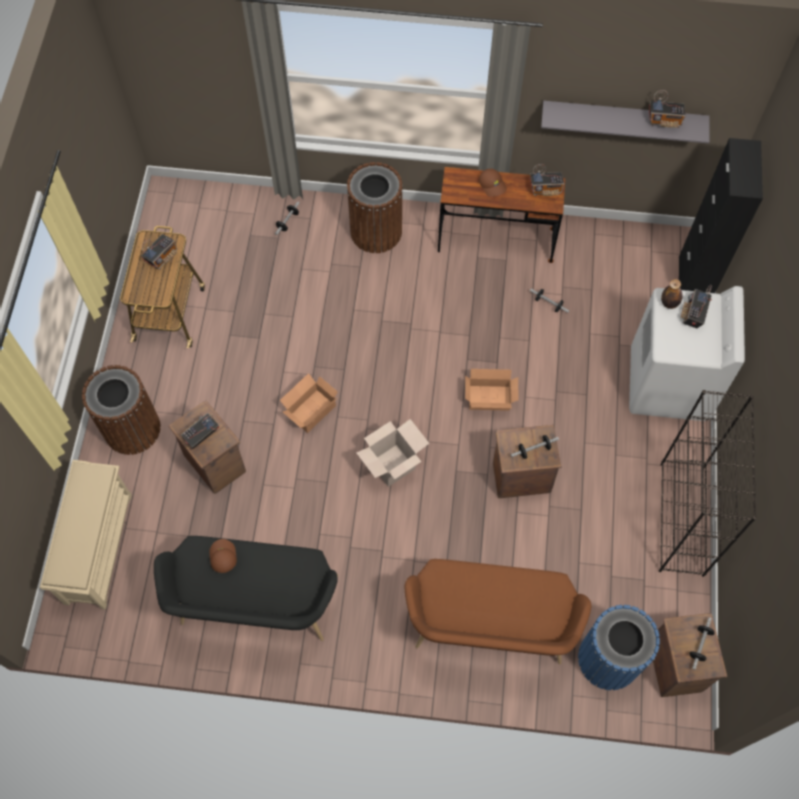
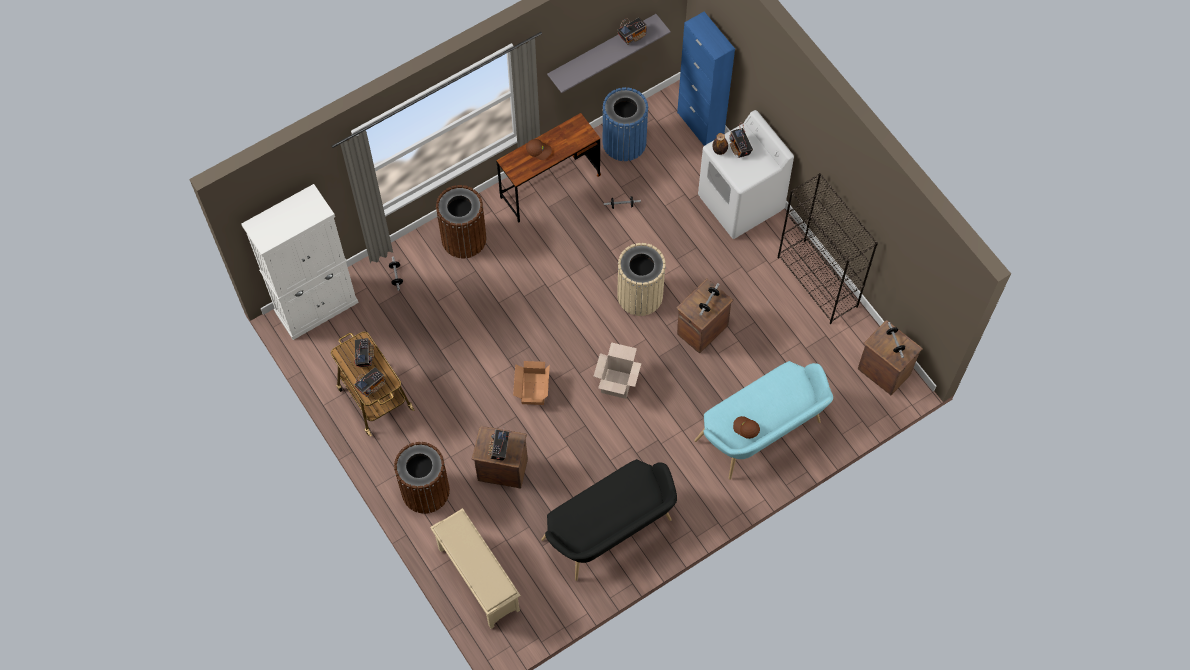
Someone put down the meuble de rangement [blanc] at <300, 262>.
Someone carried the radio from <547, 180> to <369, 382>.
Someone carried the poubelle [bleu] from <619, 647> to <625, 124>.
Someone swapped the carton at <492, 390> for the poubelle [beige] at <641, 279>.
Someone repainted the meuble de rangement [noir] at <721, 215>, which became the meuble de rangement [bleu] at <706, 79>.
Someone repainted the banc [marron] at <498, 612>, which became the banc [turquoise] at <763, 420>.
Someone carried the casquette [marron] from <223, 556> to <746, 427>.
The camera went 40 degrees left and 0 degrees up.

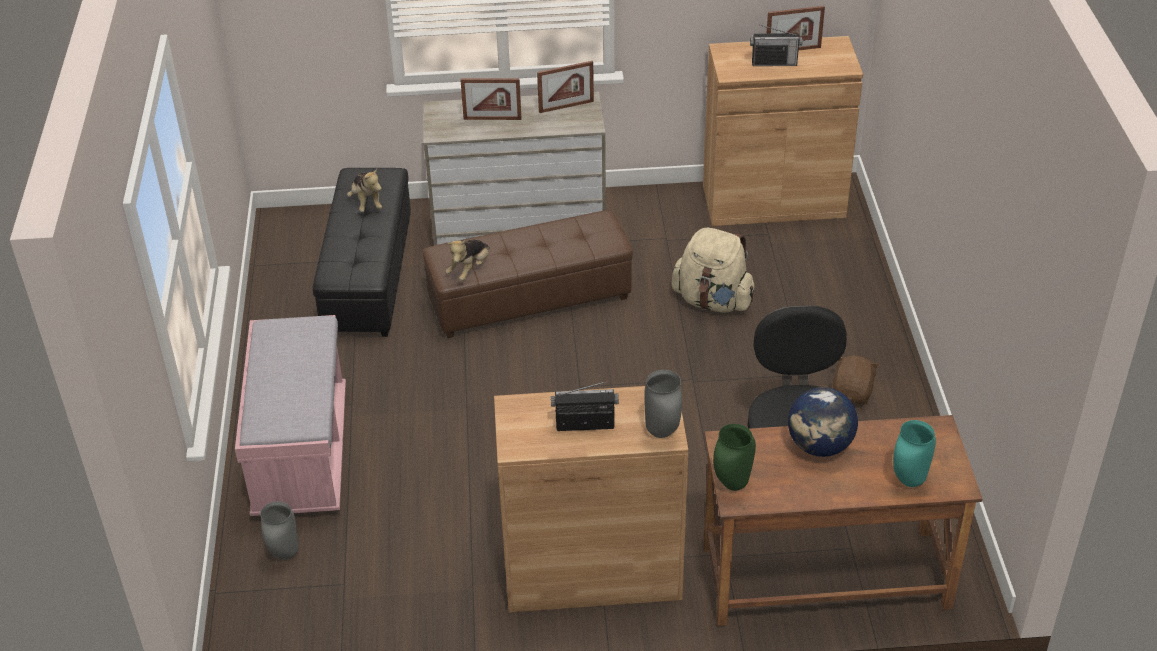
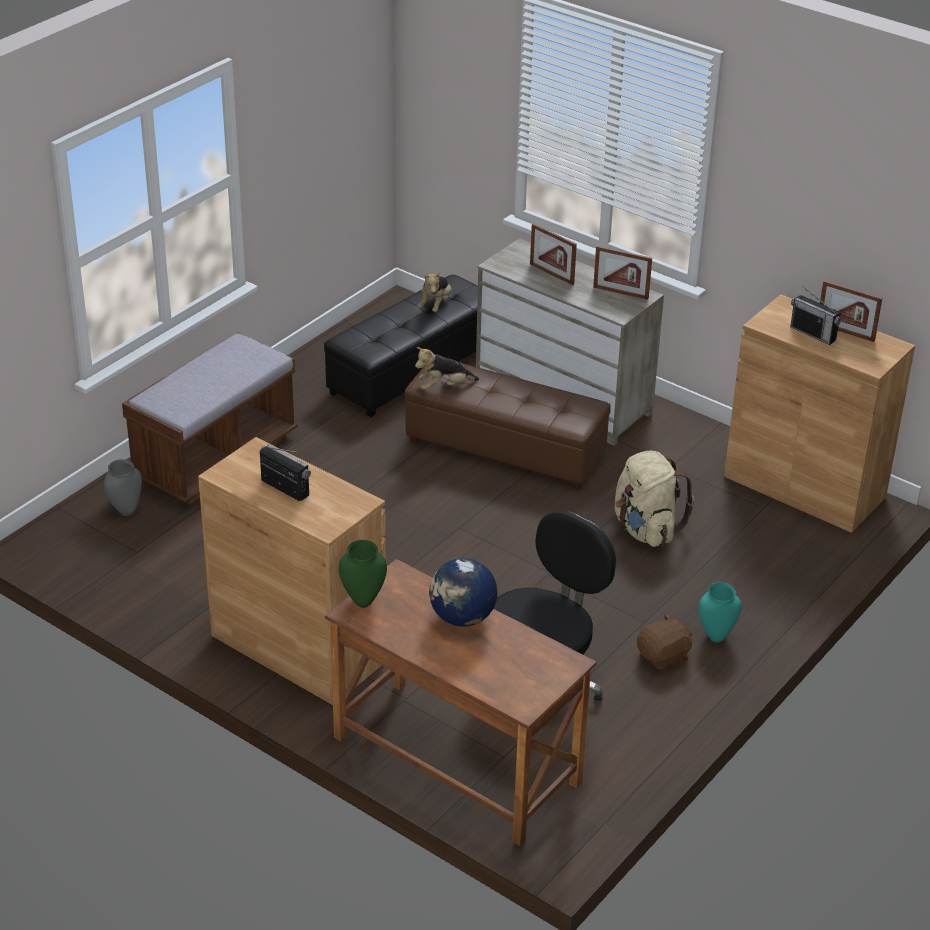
Someone repainted the banc [rose] at <290, 415>, which became the banc [marron] at <210, 418>.
Someone carried the vase [turquoise] from <914, 453> to <719, 612>.
Someone took away the vase [gris] at <663, 404>.
The camera went 40 degrees right and 5 degrees down.

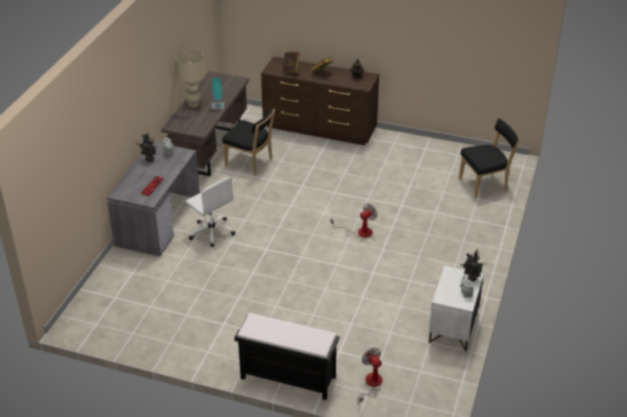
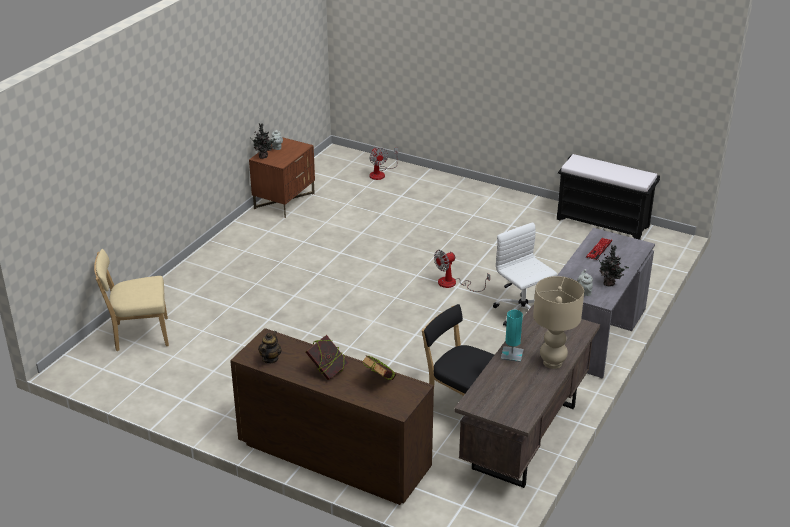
Someone repainted the chaise [noir] at <489, 158>, which became the chaise [beige] at <131, 300>.
Someone repainted the table de chevet [blanc] at <456, 308>, which became the table de chevet [marron] at <282, 177>.
Someone carried the ventilateur from <353, 221> to <462, 271>.
Someone carried the banc [noir] from <287, 356> to <608, 197>.
The camera went 170 degrees left and 5 degrees down.

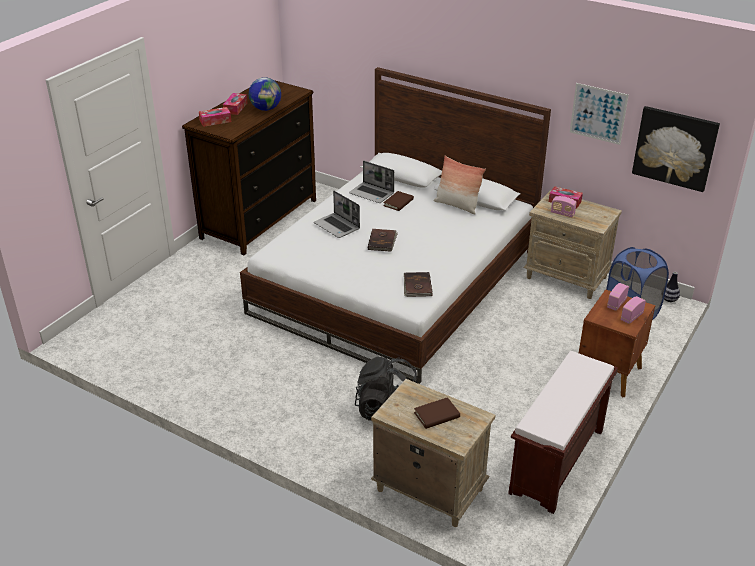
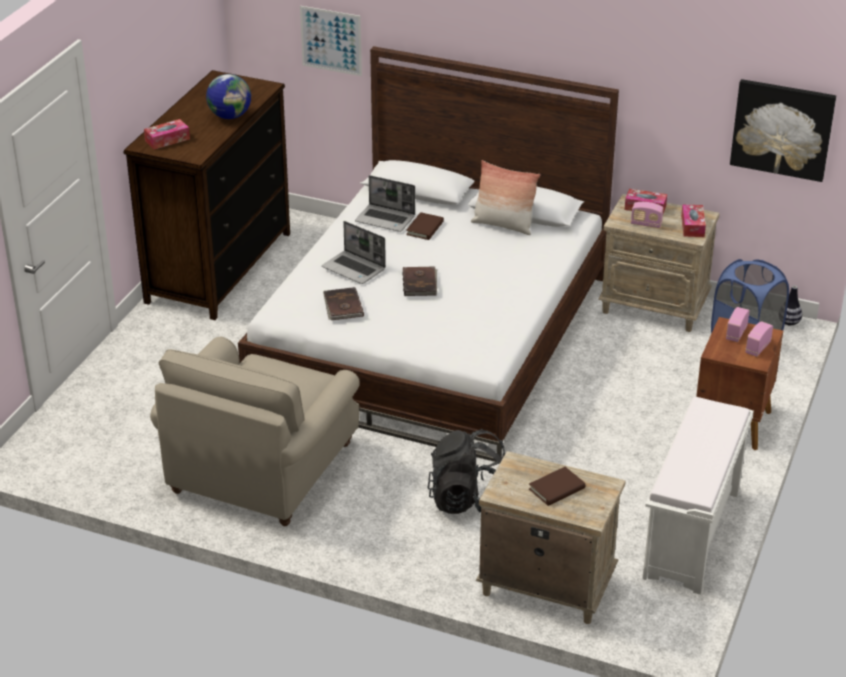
Someone put down the fauteuil [beige] at <255, 431>.
Someone carried the tableau from <599, 114> to <331, 41>.
Someone carried the livre [marron] from <418, 284> to <343, 303>.
Someone repainted the banc [marron] at <563, 432>, which became the banc [blanc] at <698, 496>.
Someone carried the boîte à mouchoirs from <235, 104> to <693, 220>.
The camera went 10 degrees left and 0 degrees up.

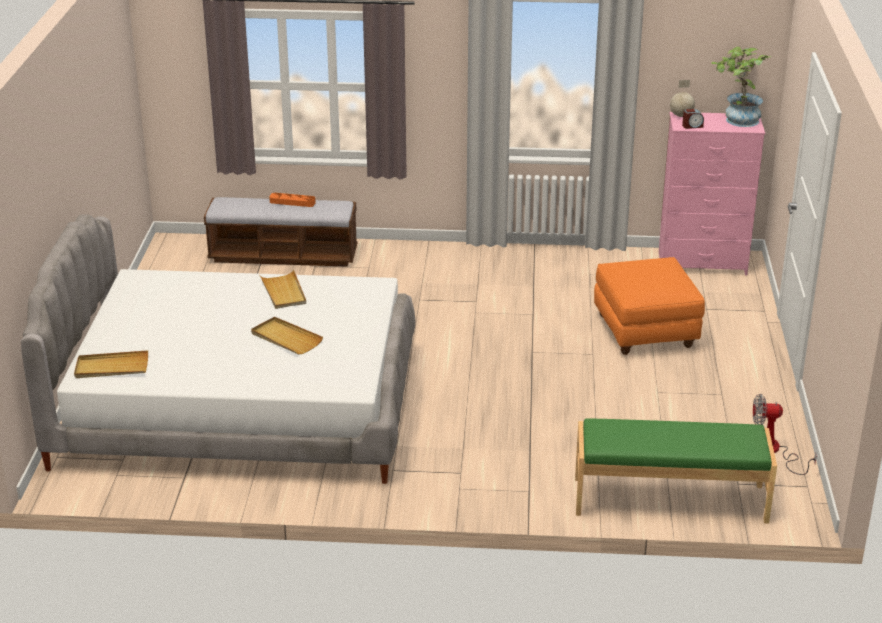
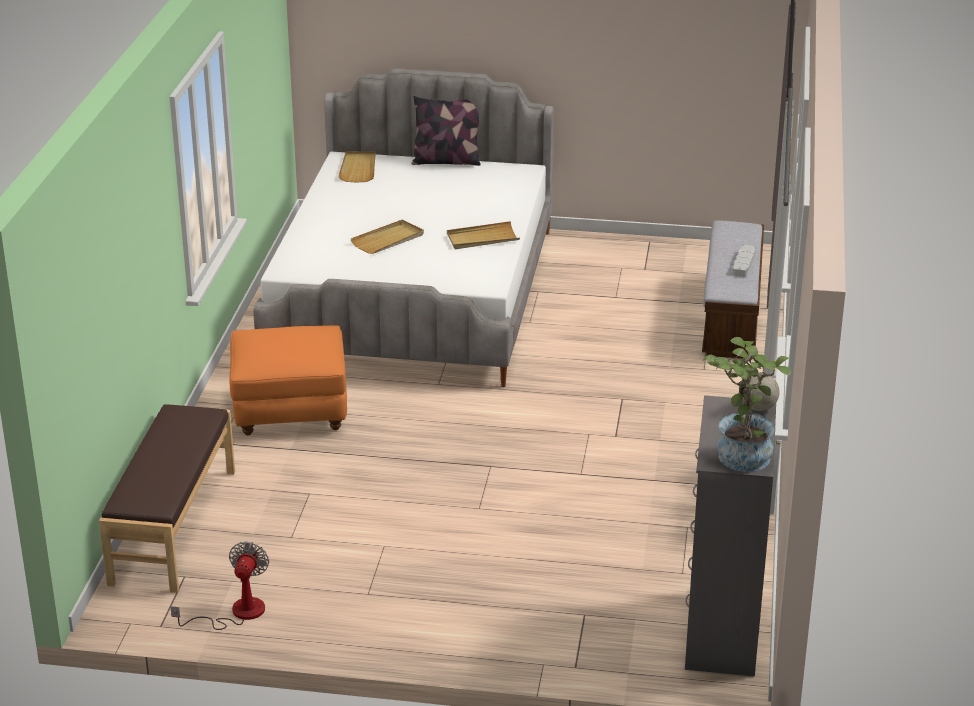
Someone repainted the banc [vert] at <676, 470>, which became the banc [marron] at <167, 498>.
Someone carried the pouf [orange] from <649, 306> to <288, 380>.
Someone put down the coussin at <446, 131>.
Someone repainted the commode [rose] at <712, 193>, which became the commode [gris] at <732, 536>.
Someone repainted the plateau [orange] at <292, 200>, which became the plateau [gris] at <744, 261>.
Someone took away the réveil at <693, 119>.
The camera went 95 degrees right and 0 degrees up.

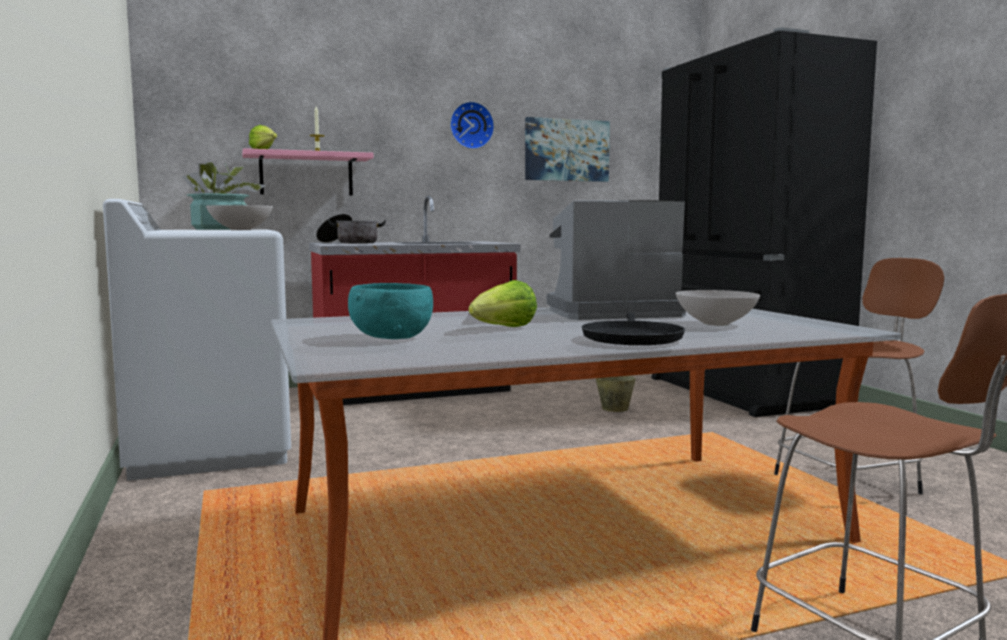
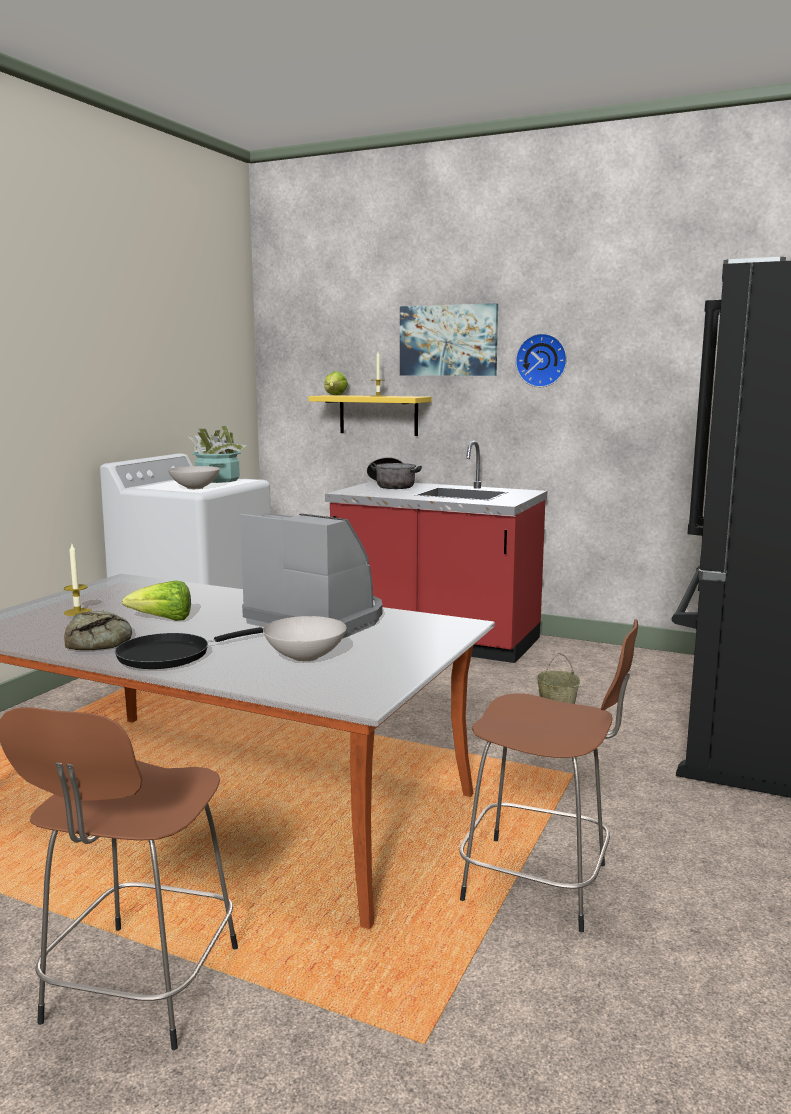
Someone swapped the bol [turquoise] at <390, 311> for the bougie at <77, 580>.
Someone put down the pain at <98, 630>.
Someone repainted the étagère [rose] at <308, 172>, which became the étagère [jaune] at <370, 415>.
Someone carried the tableau from <567, 149> to <449, 339>.
The camera went 45 degrees right and 5 degrees up.

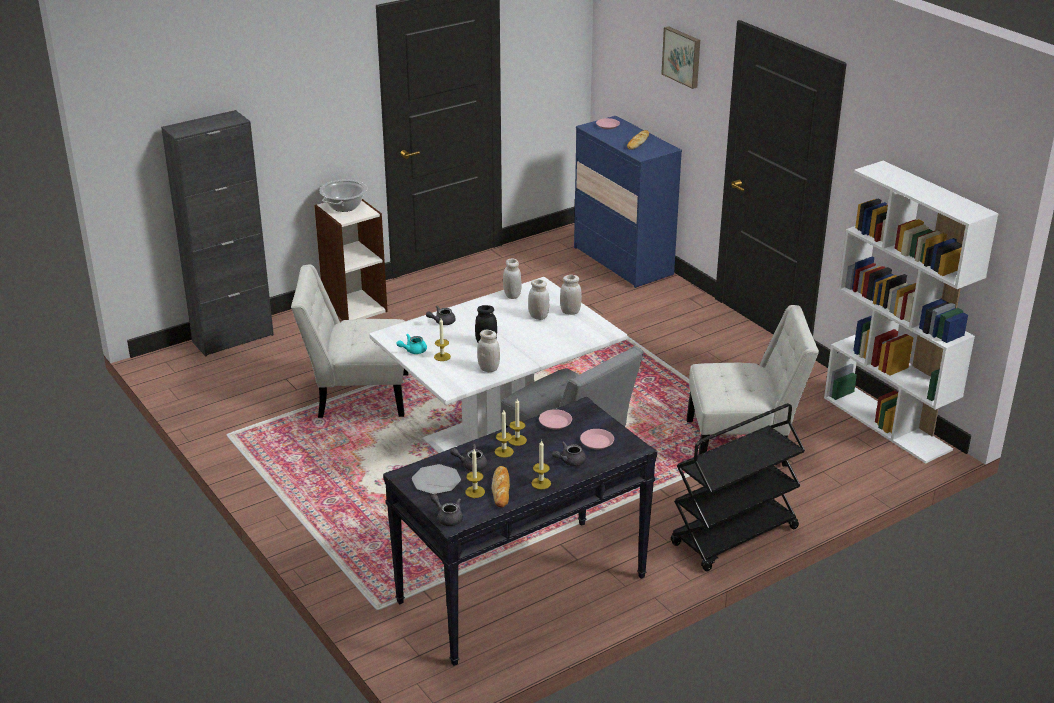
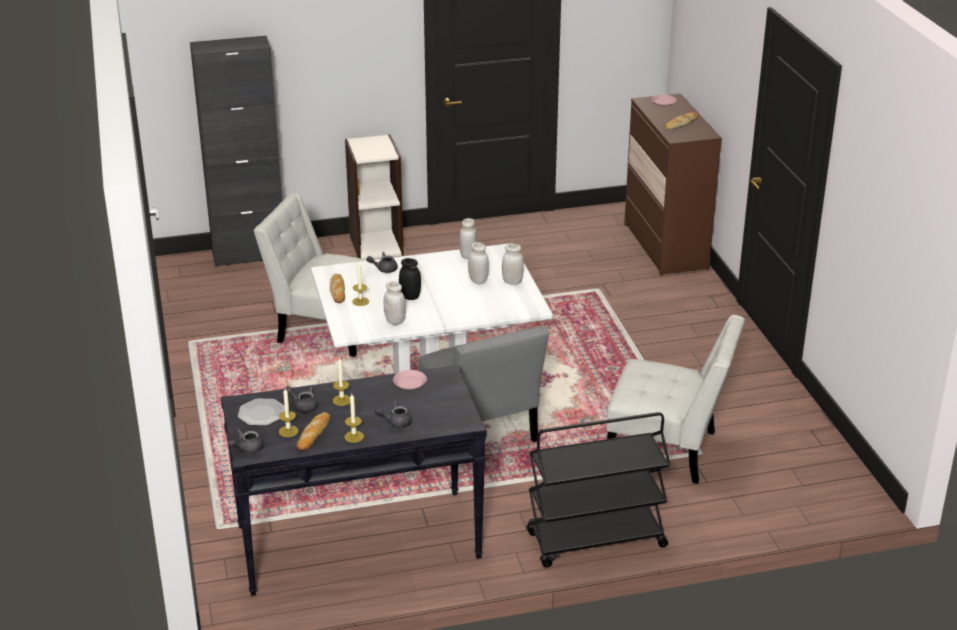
Someone rotated the théière [gris] at <446, 510> by 105 degrees counterclockwise.
Someone swapped the théière [turquoise] at <411, 344> for the pain at <337, 288>.
Someone repainted the commode [bleu] at <628, 202>, which became the commode [marron] at <673, 184>.
Someone took away the marmite at <343, 195>.
Someone took away the bougie at <517, 422>.
Someone took away the assiette [rose] at <597, 439>.
Someone took away the tableau at <680, 57>.
Someone took away the bibliothèque [blanc] at <911, 312>.
The camera went 20 degrees right and 0 degrees up.

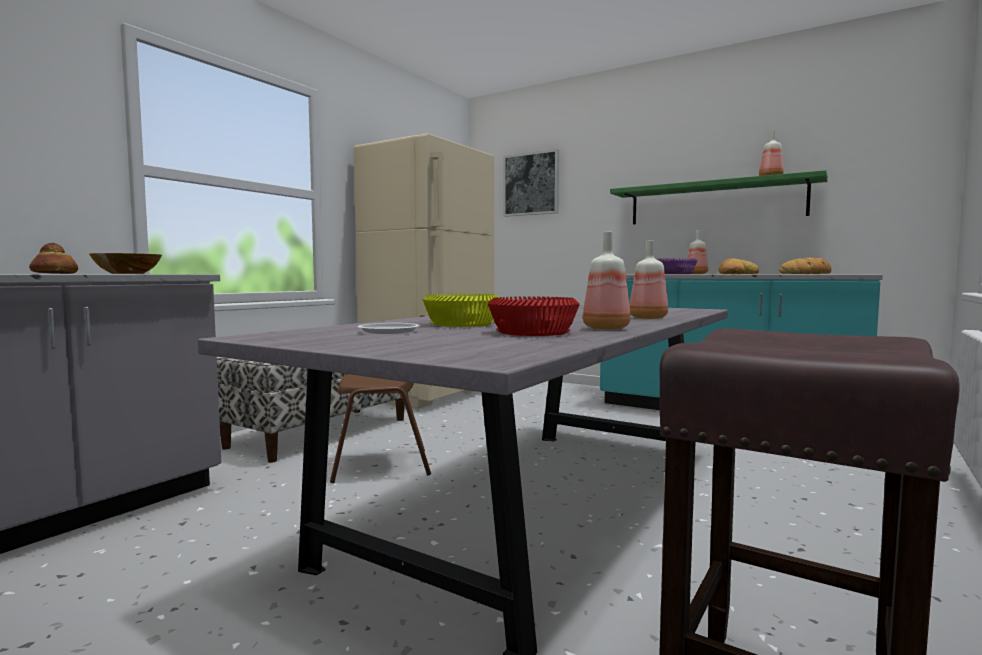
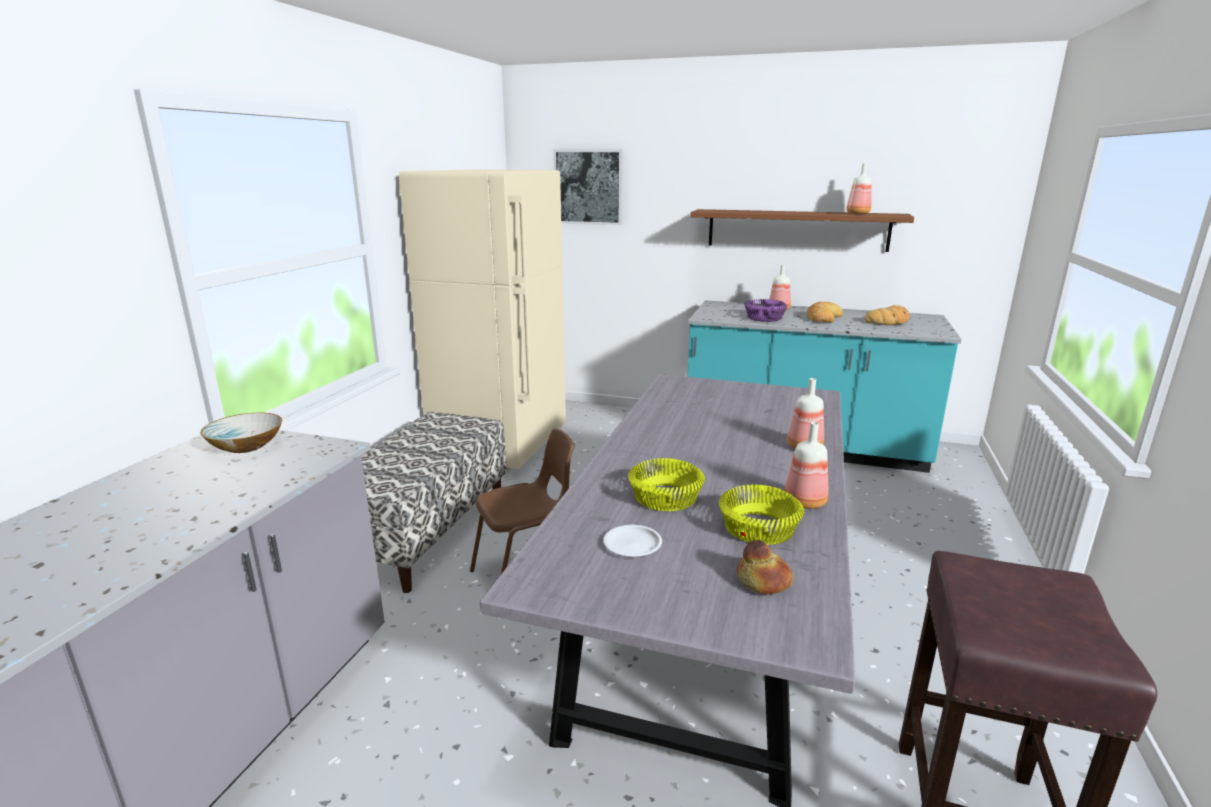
Someone repainted the étagère [vert] at <719, 197>, which became the étagère [marron] at <802, 230>.
Someone repainted the bol [rouge] at <534, 316>, which became the bol [jaune] at <762, 514>.
Someone carried the pain from <53, 258> to <765, 567>.
The camera went 15 degrees left and 15 degrees up.

